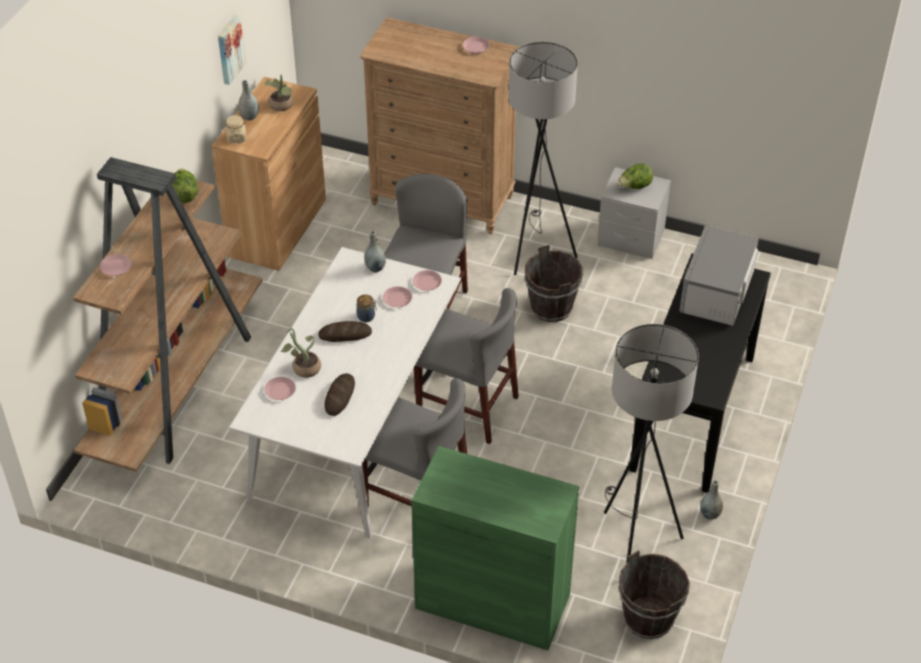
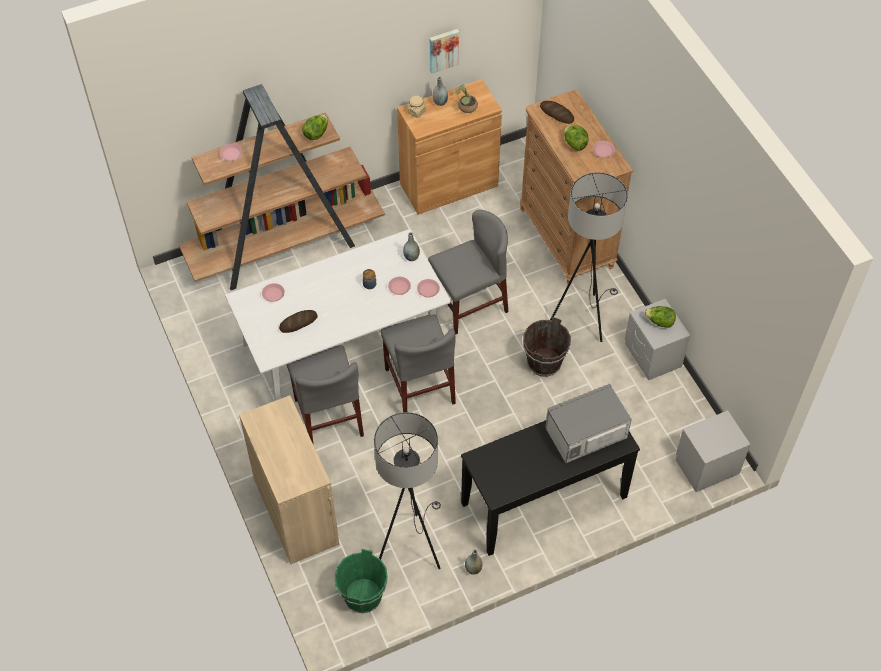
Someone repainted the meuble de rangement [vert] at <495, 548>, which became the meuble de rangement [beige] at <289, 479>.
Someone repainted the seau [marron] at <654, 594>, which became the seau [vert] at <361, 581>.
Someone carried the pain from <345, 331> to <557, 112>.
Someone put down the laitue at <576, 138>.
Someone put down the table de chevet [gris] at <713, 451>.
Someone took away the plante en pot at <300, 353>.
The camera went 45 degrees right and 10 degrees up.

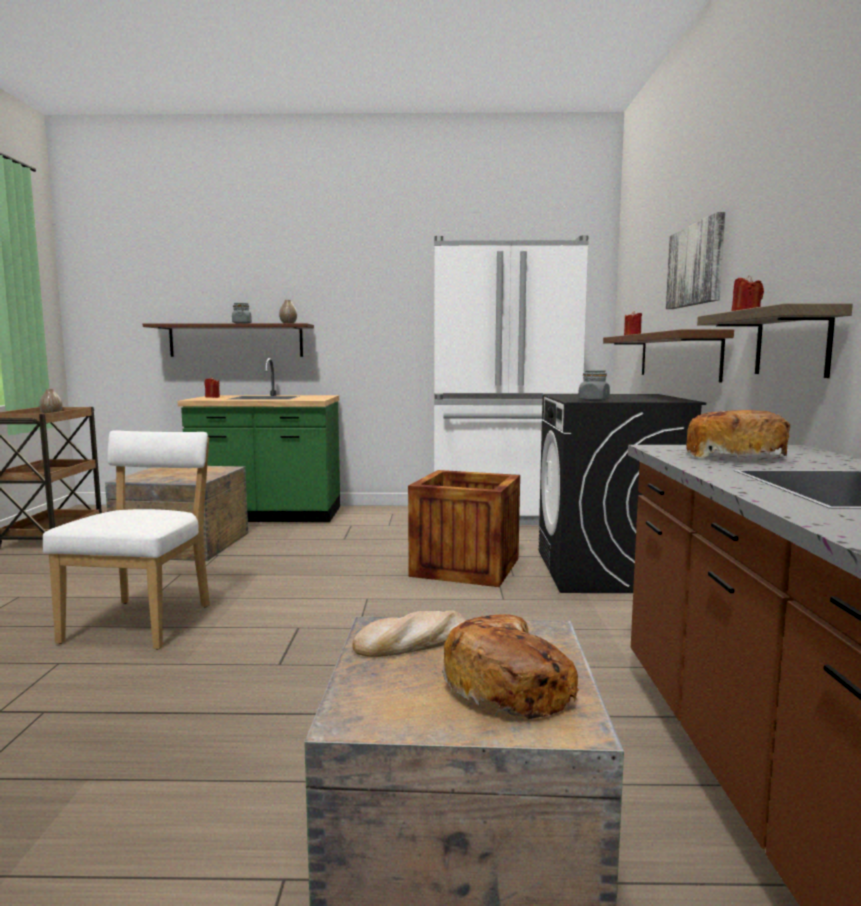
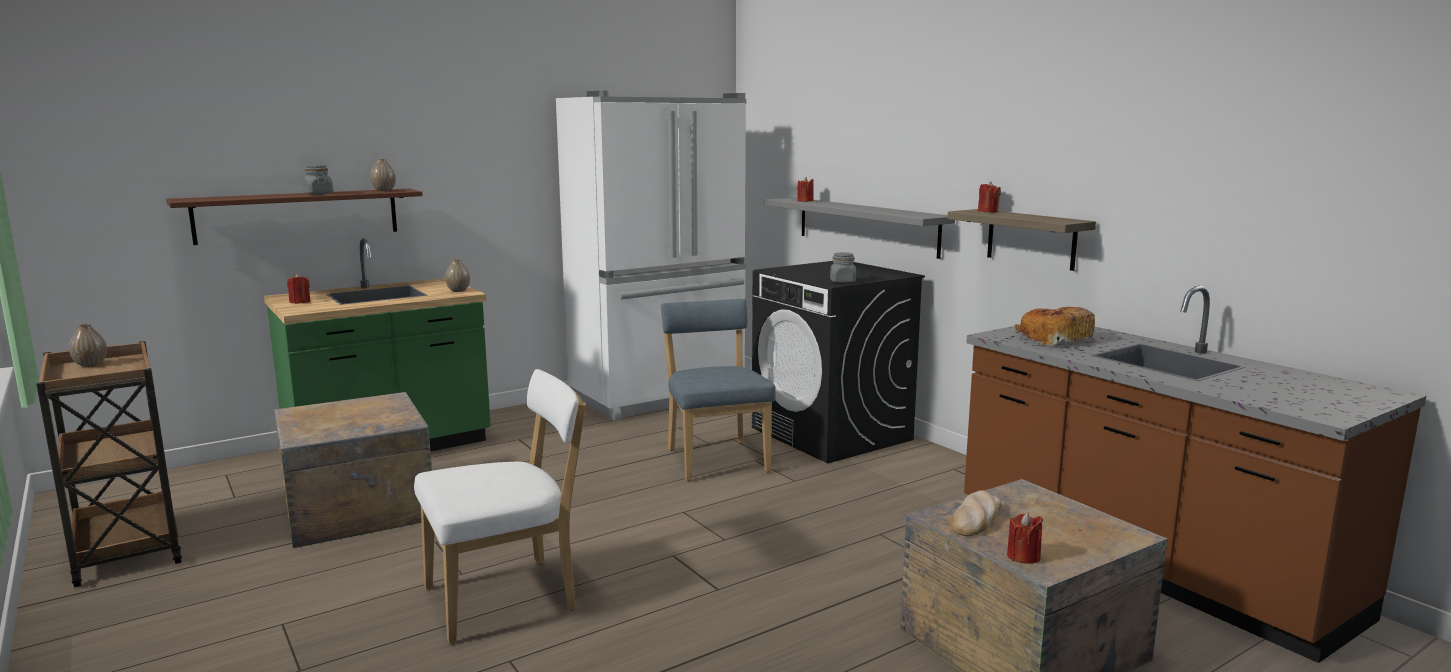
Someone rotated the chaise [blanc] at <126, 540> by 90 degrees clockwise.
Someone put down the vase at <457, 275>.
Someone swapped the caisse at <464, 528> for the chaise [bleu] at <718, 390>.
Someone repainted the étagère [marron] at <668, 355>, which became the étagère [gris] at <860, 228>.
Someone put down the bougie [rouge] at <1025, 538>.
Someone took away the pain at <510, 666>.
Someone took away the tableau at <695, 260>.
The camera went 35 degrees left and 5 degrees up.

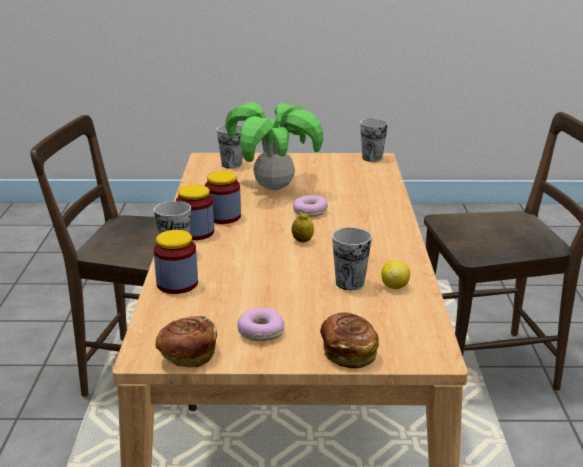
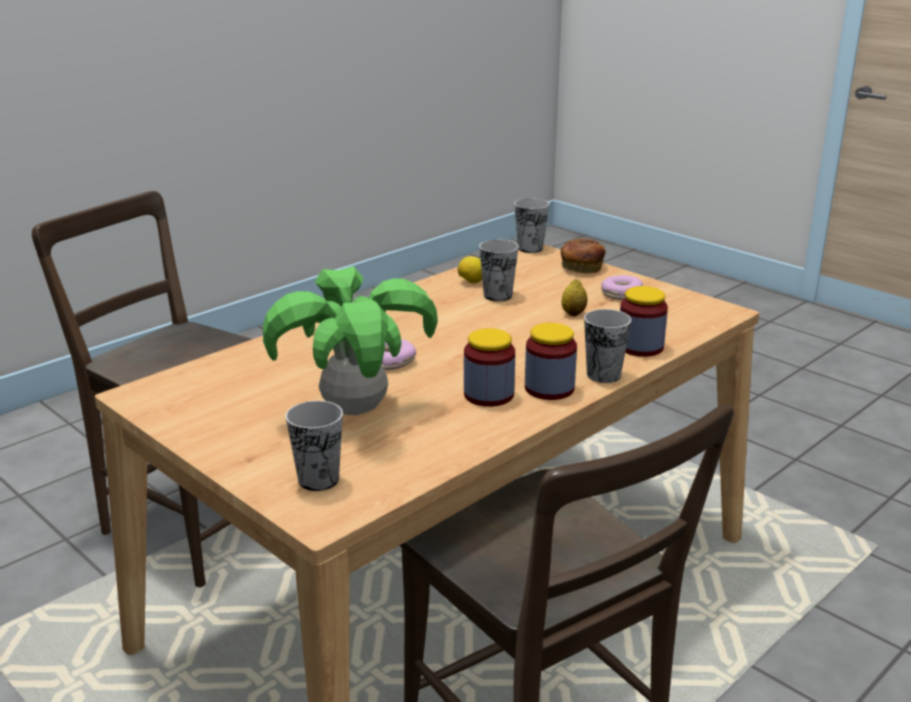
Someone carried the tasse from <374, 140> to <531, 225>.
Someone carried the citron from <303, 228> to <574, 297>.
Someone took away the pain at <186, 341>.
The camera went 135 degrees left and 0 degrees up.

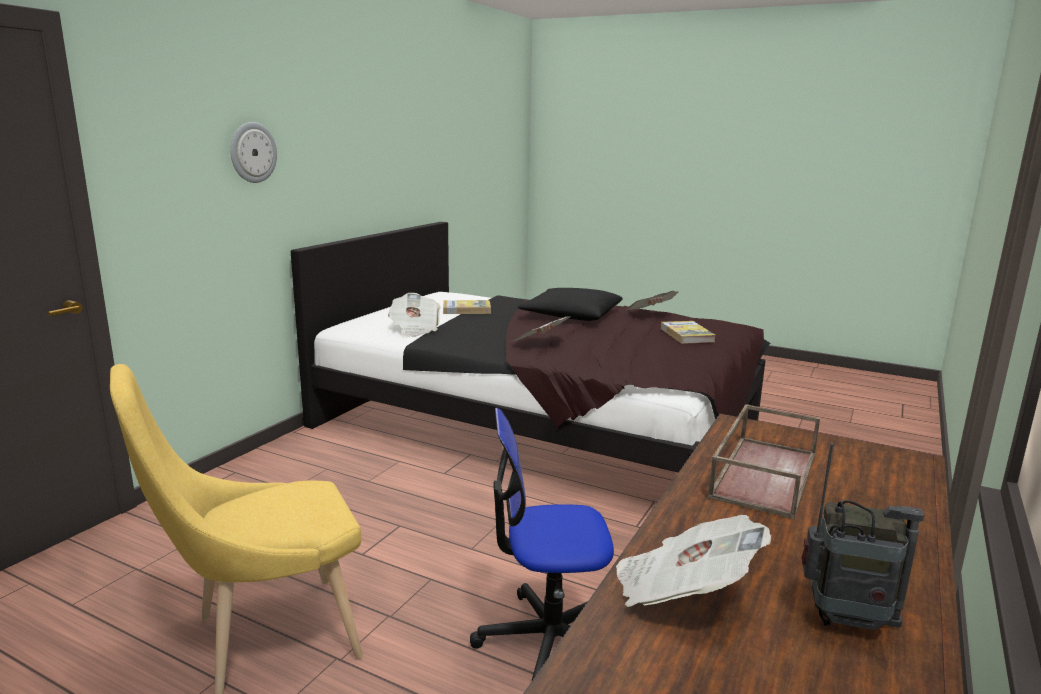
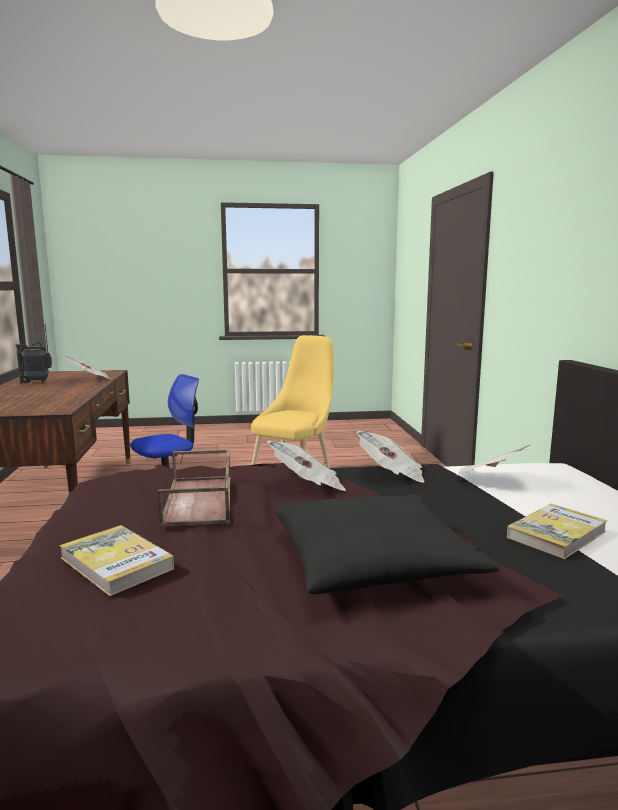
Someone carried the plateau [marron] from <764, 462> to <194, 488>.
Someone carried the journal from <652, 300> to <391, 457>.
Someone took away the horloge murale at <253, 152>.
The camera went 145 degrees right and 5 degrees down.

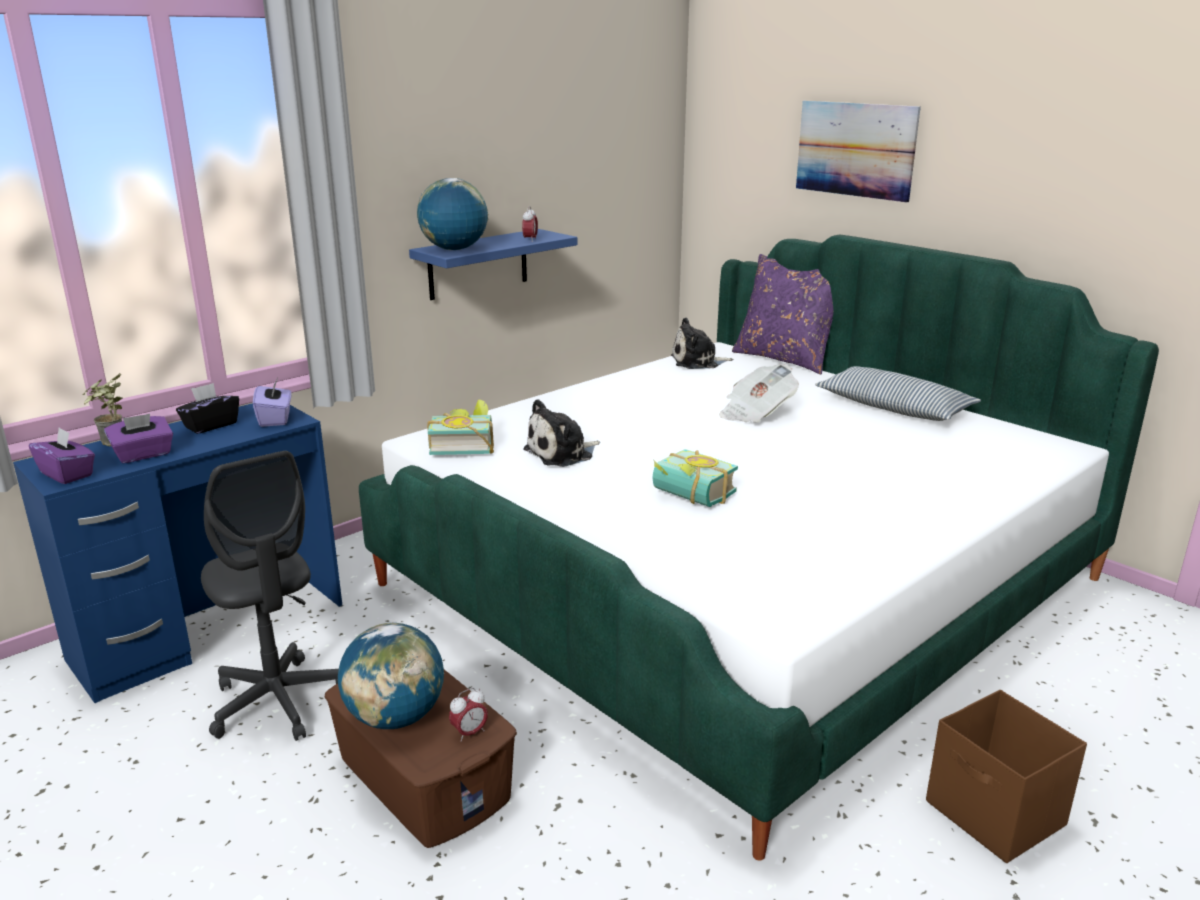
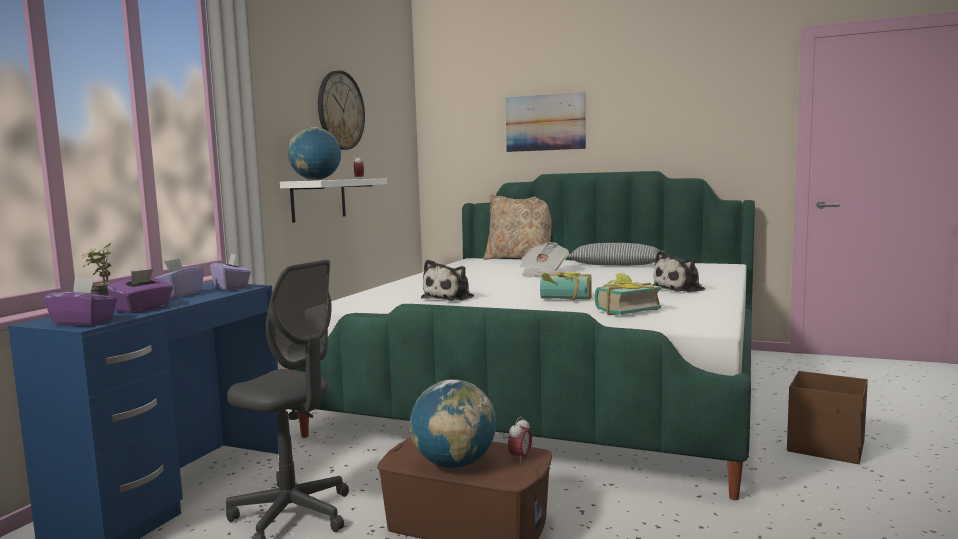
Someone repainted the boîte à mouchoirs [noir] at <207, 408>, which became the boîte à mouchoirs [violet] at <179, 278>.
Someone repainted the étagère [bleu] at <493, 264>, which became the étagère [blanc] at <333, 200>.
Someone put up the horloge murale at <341, 110>.
Someone repainted the coussin [violet] at <783, 314>, which became the coussin [beige] at <517, 227>.
Someone carried the livre from <460, 427> to <628, 294>.
Someone carried the peluche from <702, 343> to <679, 272>.
The camera went 25 degrees left and 15 degrees down.

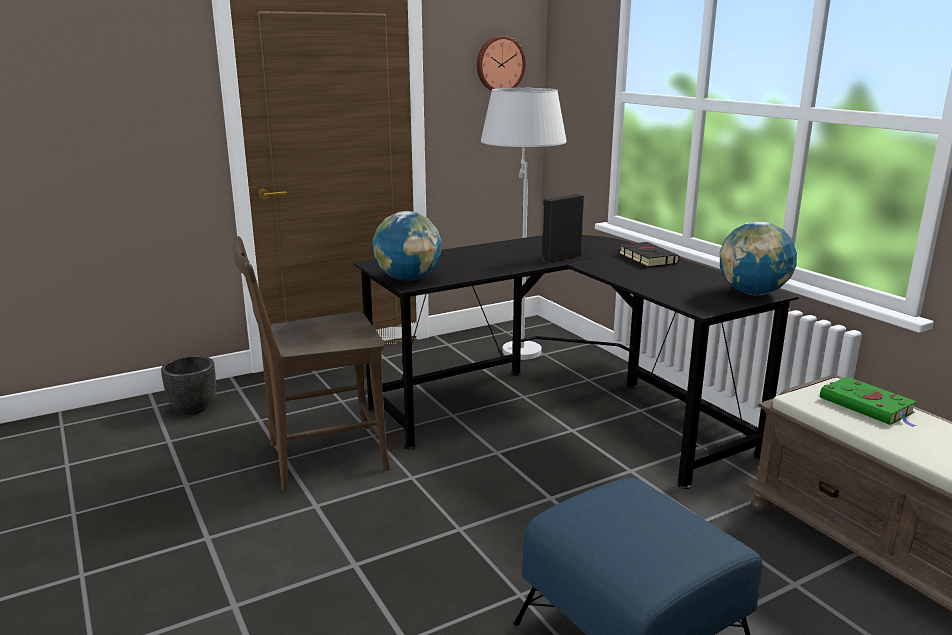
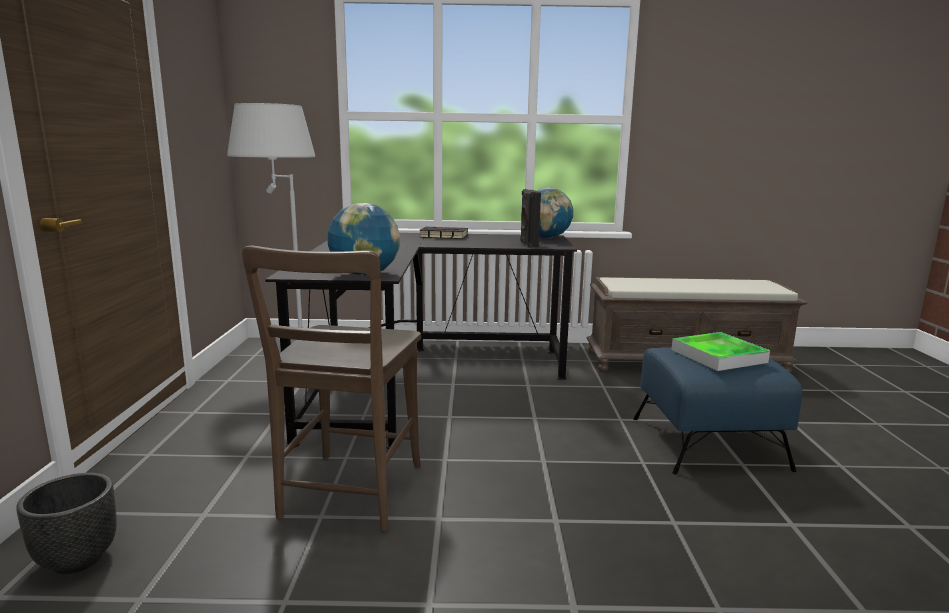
Someone carried the enceinte [noir] from <562, 228> to <530, 218>.
Someone put down the plateau at <720, 351>.
Someone took away the horloge murale at <501, 63>.
Someone took away the livre [vert] at <868, 402>.
The camera went 60 degrees left and 5 degrees down.

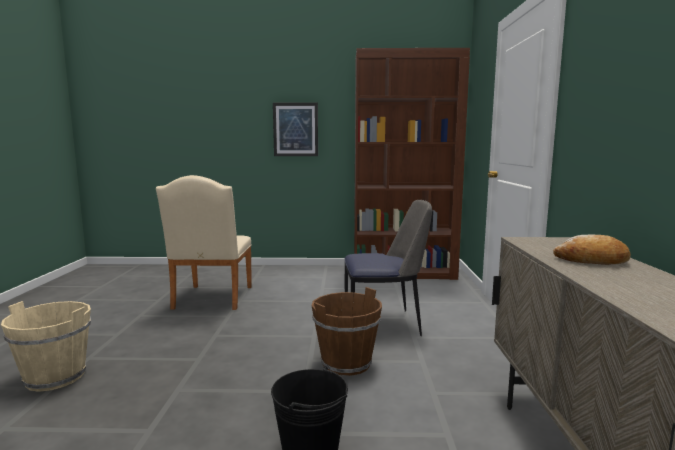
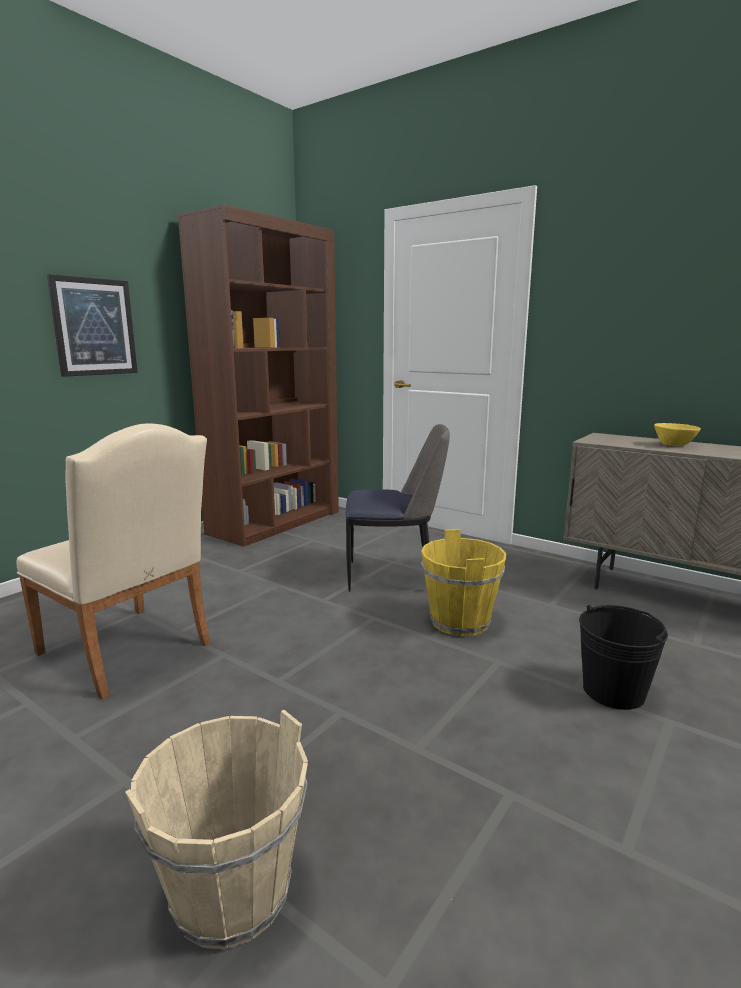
Someone rotated the chaise at <388, 268> by 60 degrees clockwise.
Someone repainted the seau [marron] at <347, 331>, which became the seau [jaune] at <463, 582>.
Someone swapped the pain at <592, 250> for the bol [jaune] at <677, 434>.
The camera went 55 degrees left and 5 degrees up.

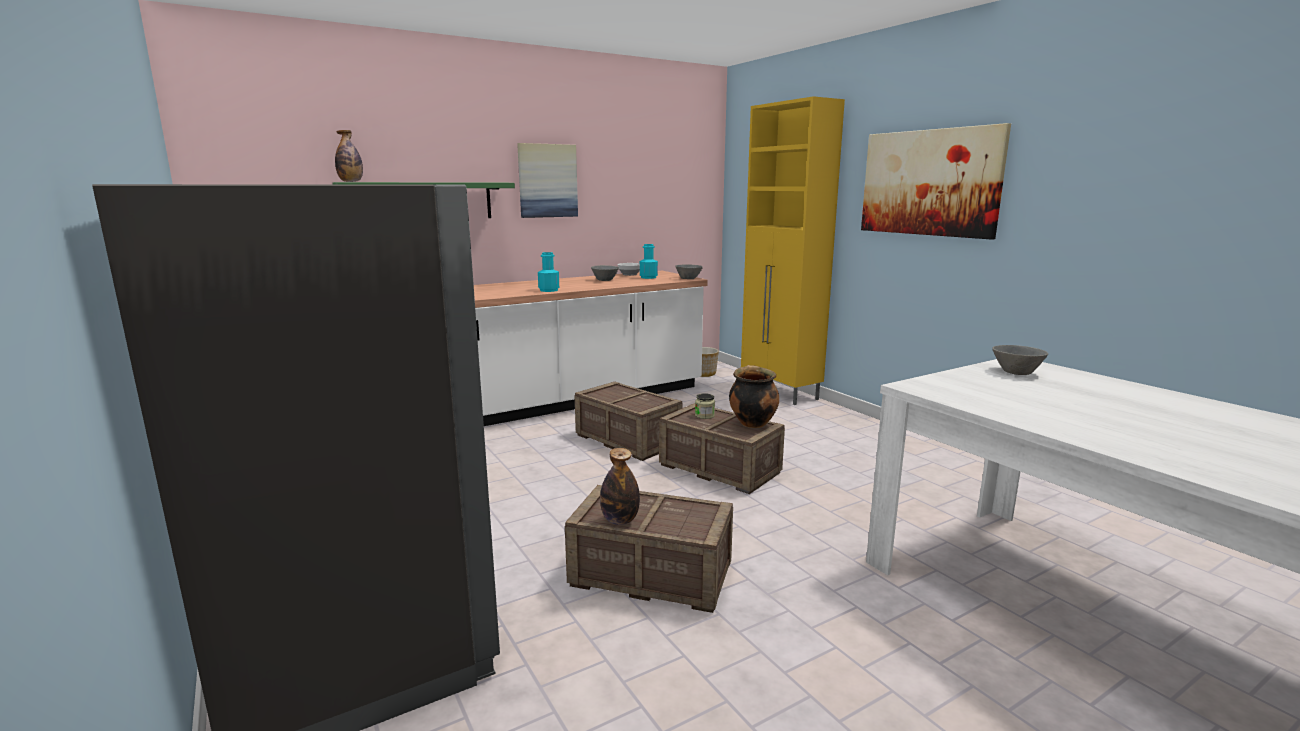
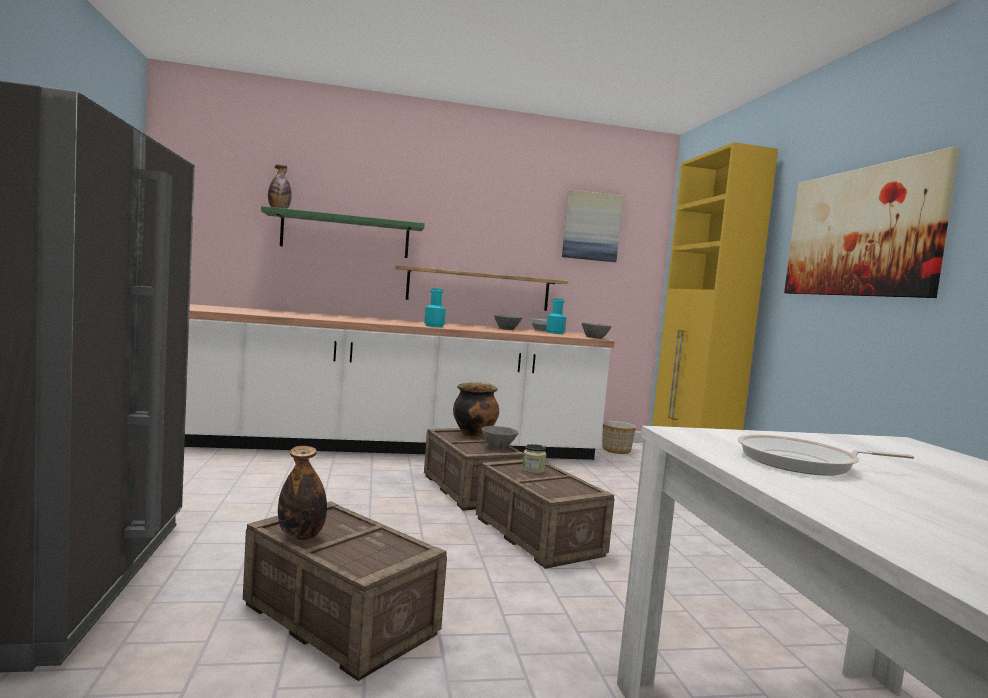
Someone put up the étagère at <481, 288>.
Someone carried the marmite from <754, 396> to <476, 409>.
Someone carried the bol [gris] from <1020, 360> to <500, 437>.
Someone carried the tableau from <547, 180> to <592, 225>.
Someone put down the poêle at <826, 455>.
The camera went 20 degrees right and 10 degrees down.

